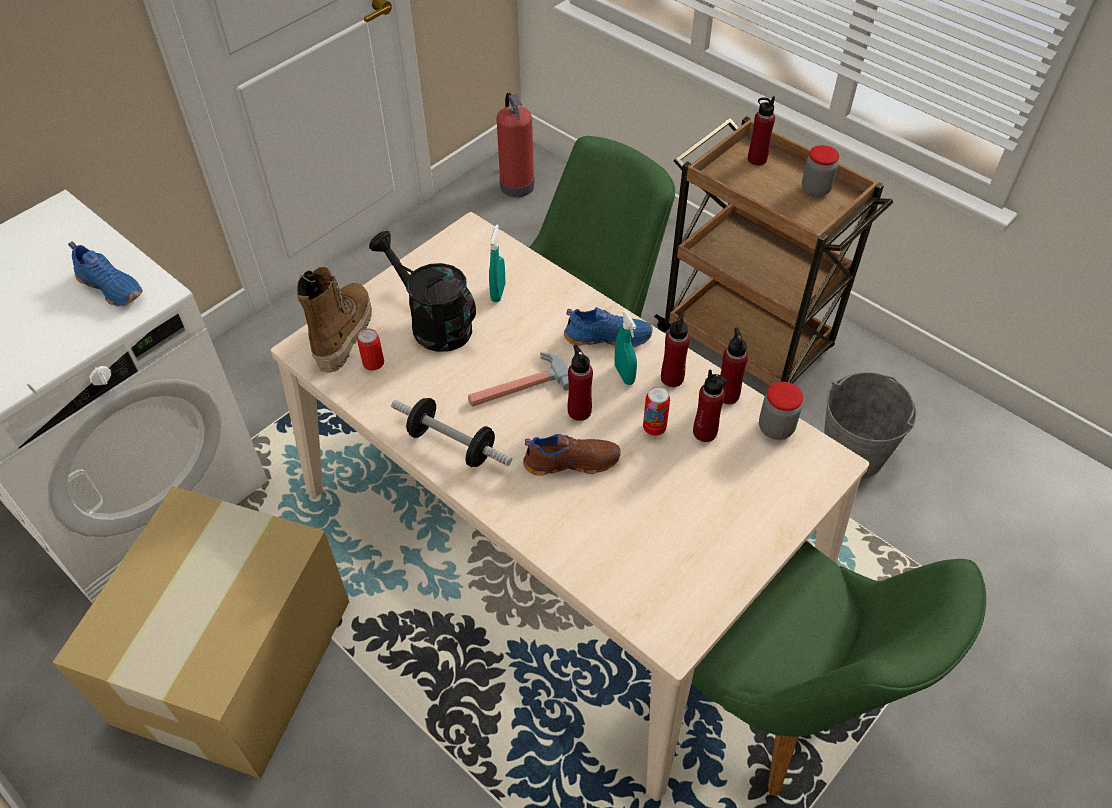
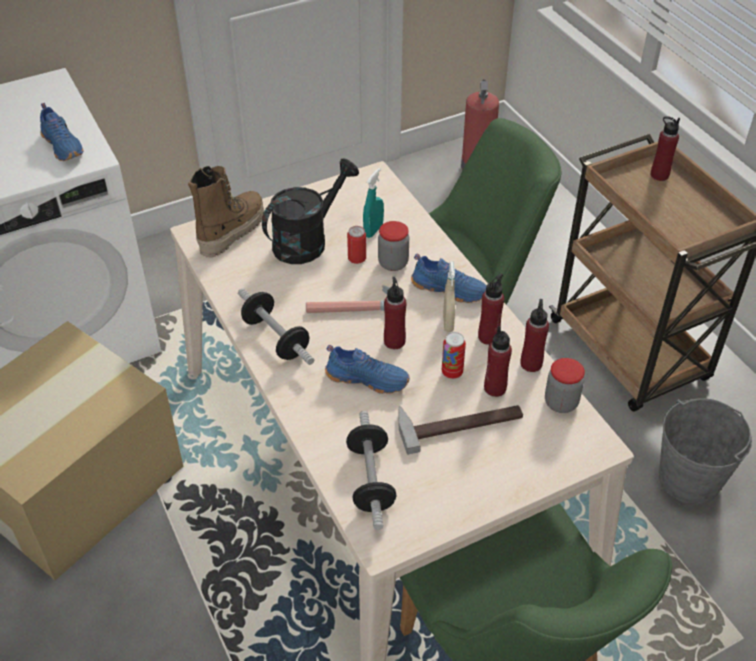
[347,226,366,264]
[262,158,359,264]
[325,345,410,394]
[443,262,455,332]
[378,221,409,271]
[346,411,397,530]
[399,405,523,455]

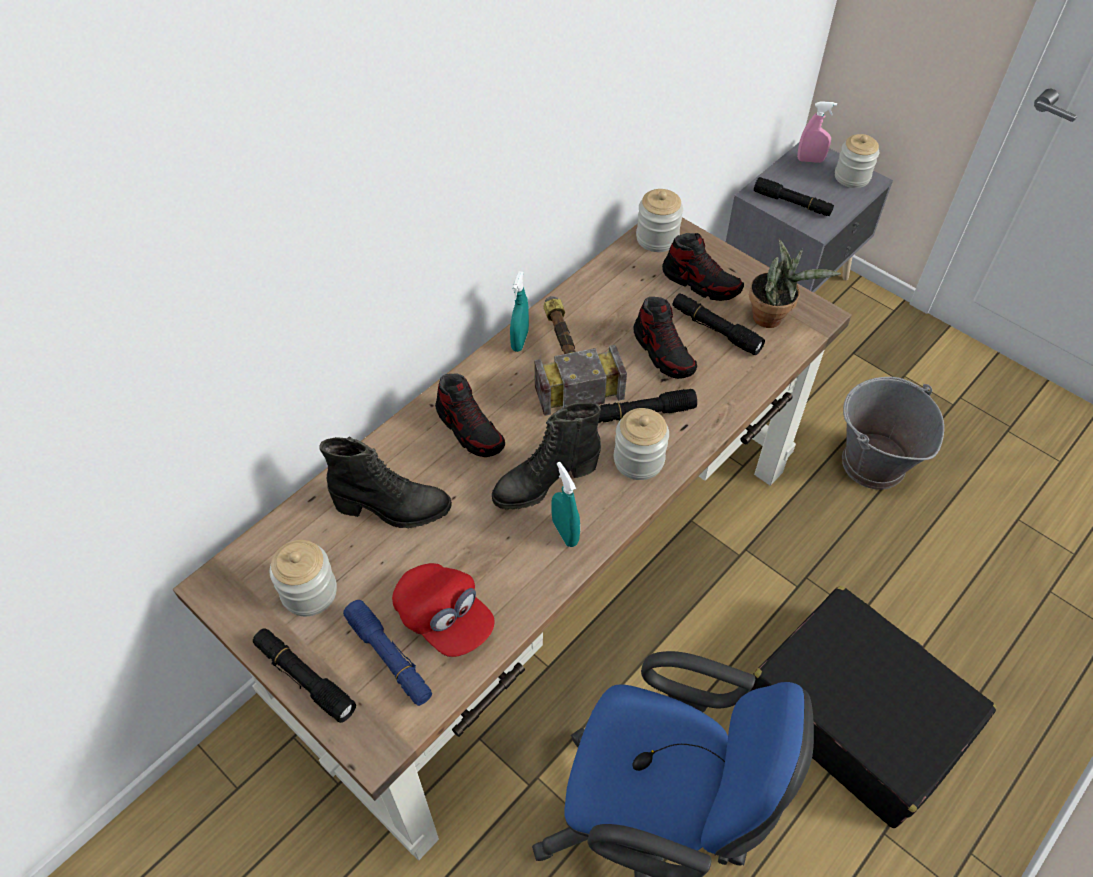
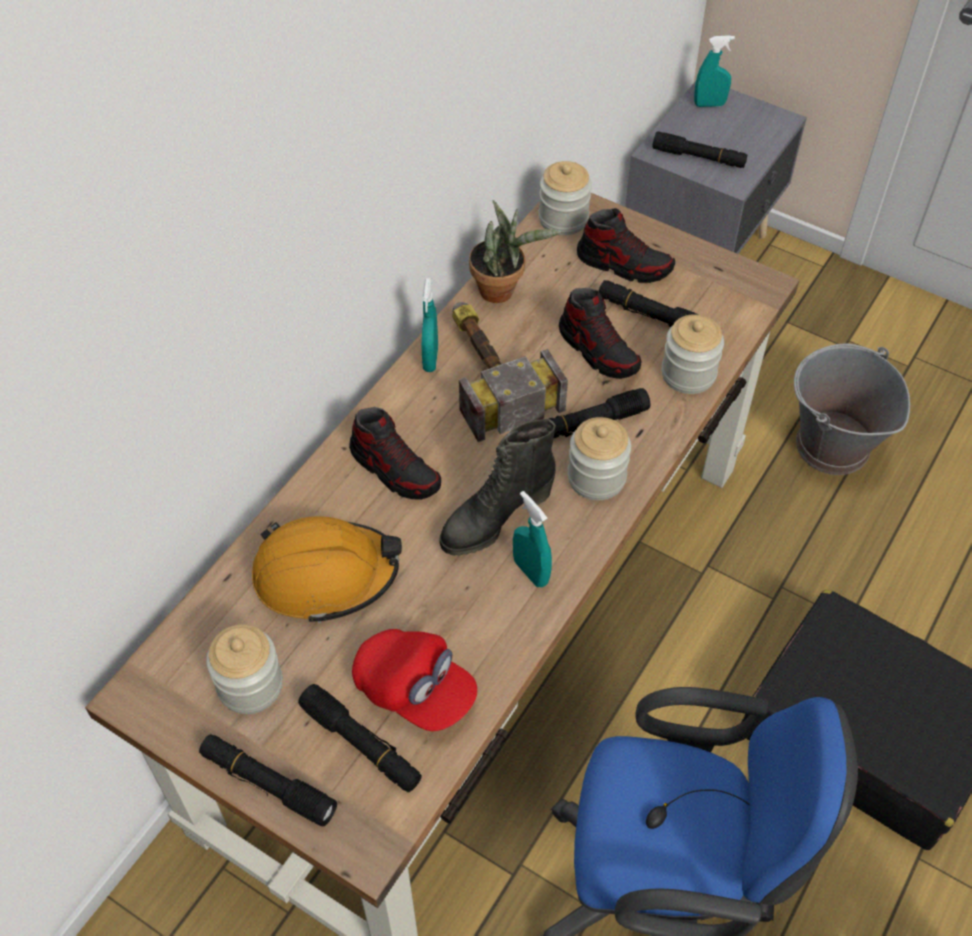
[252,516,402,623]
[298,684,422,792]
[469,200,561,303]
[694,35,735,107]
[661,314,724,394]

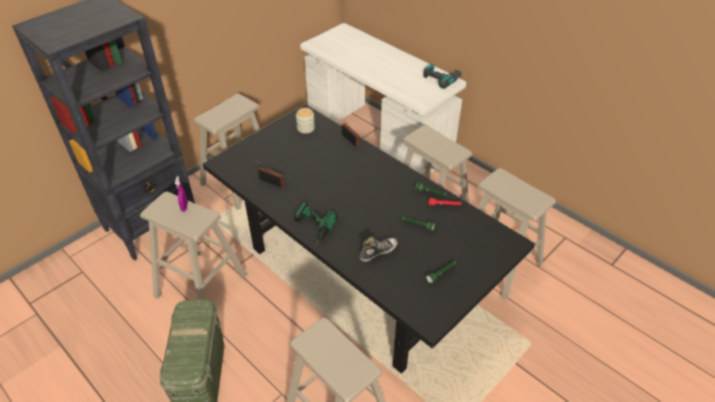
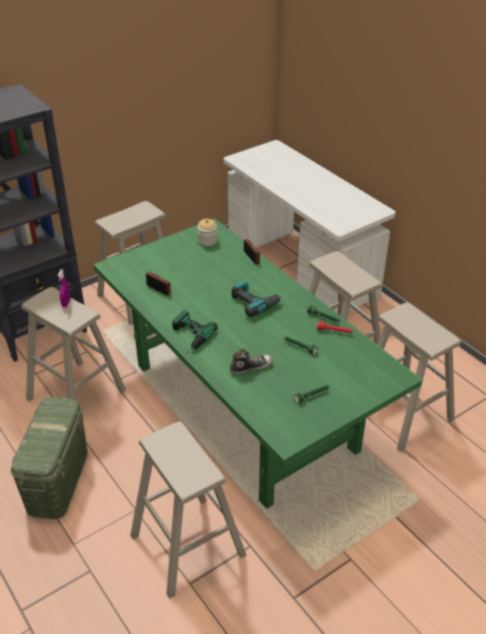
[93,219,422,509]
[232,281,282,317]

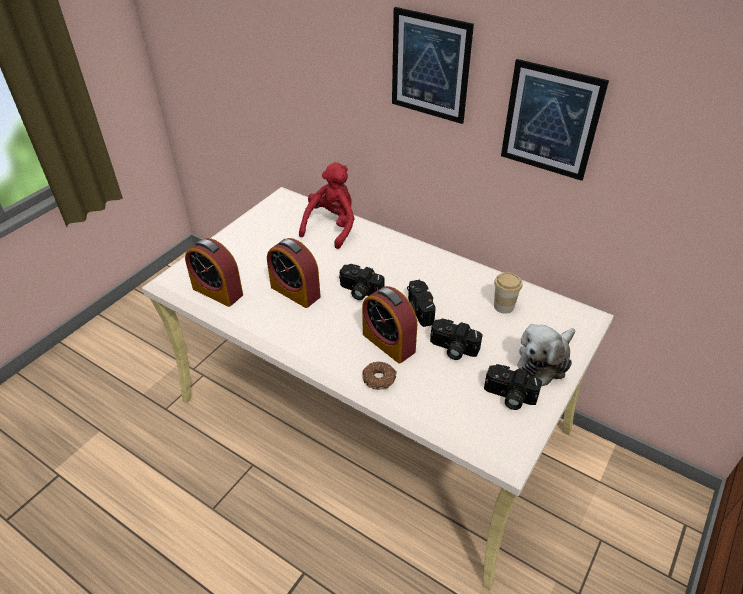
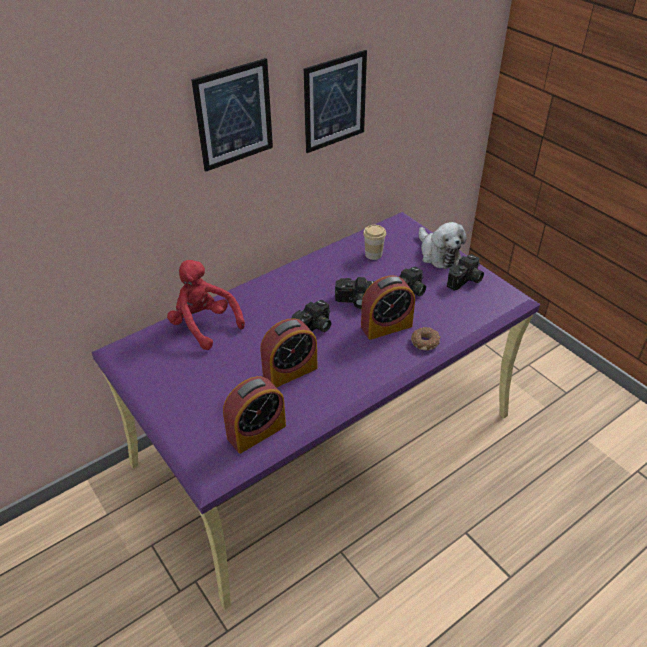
[92,212,540,610]

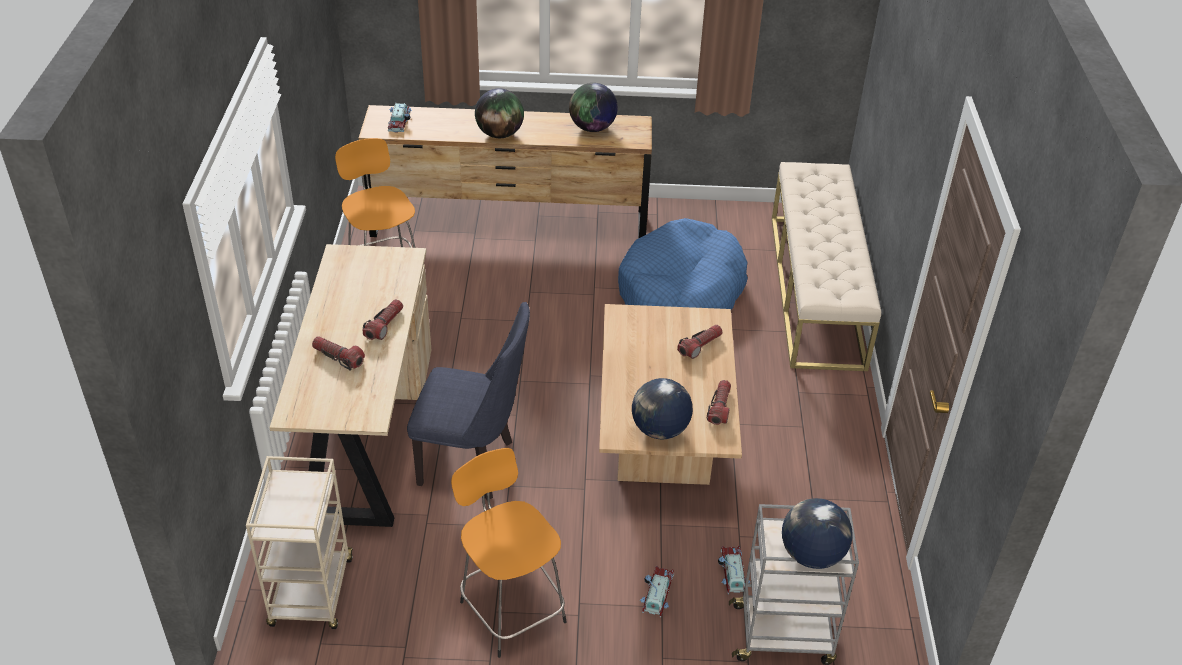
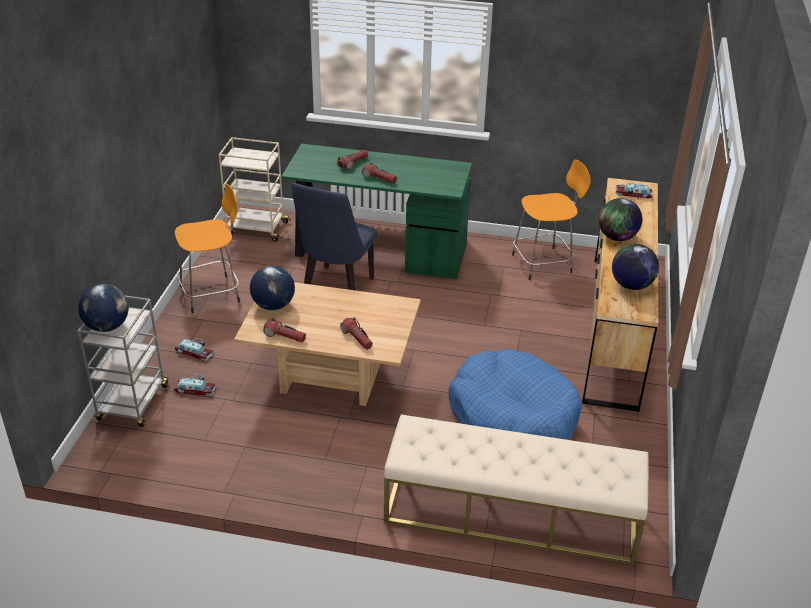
[281,144,472,279]

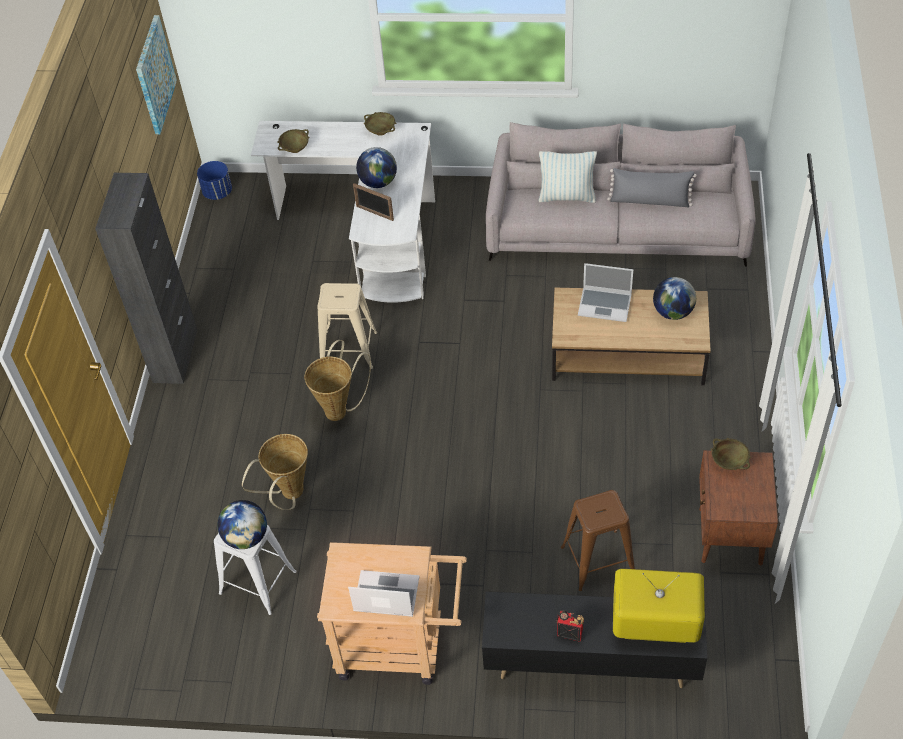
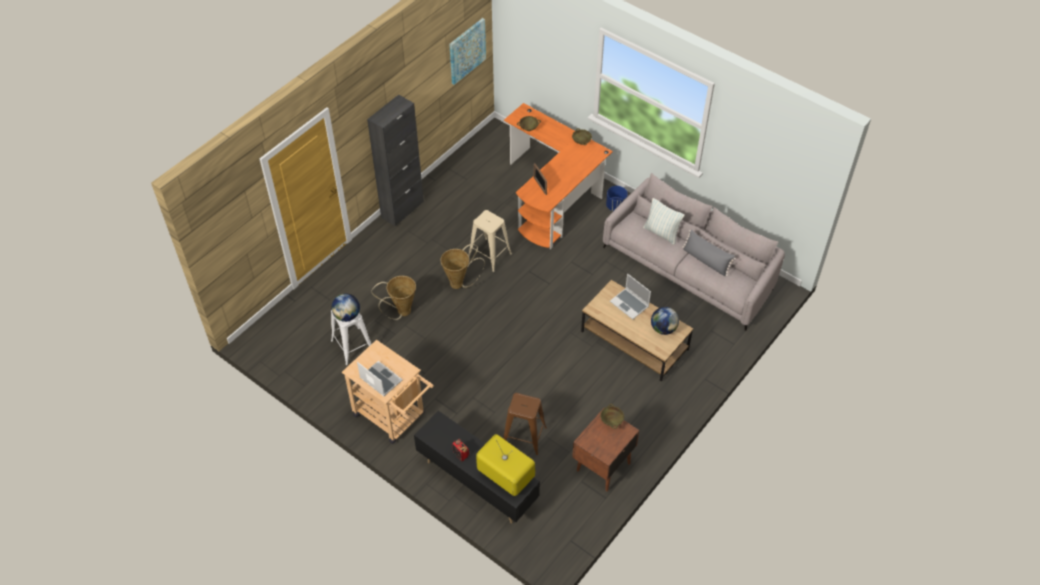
[606,186,628,211]
[504,103,613,249]
[356,147,397,188] (first image)

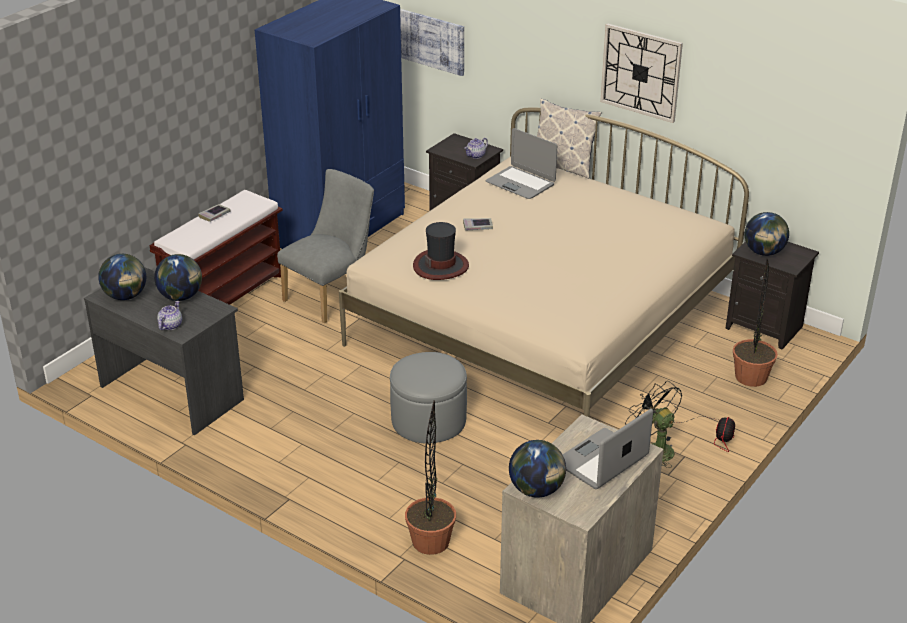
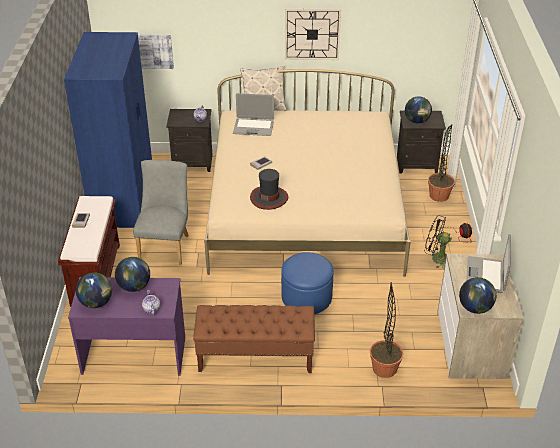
[68,277,185,376]
[281,252,334,314]
[193,305,315,373]

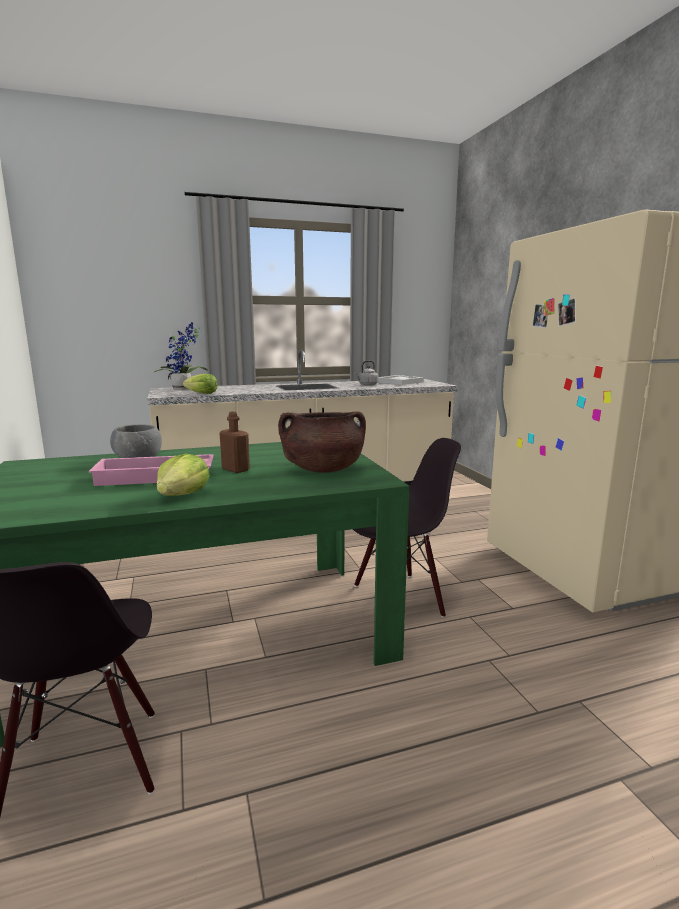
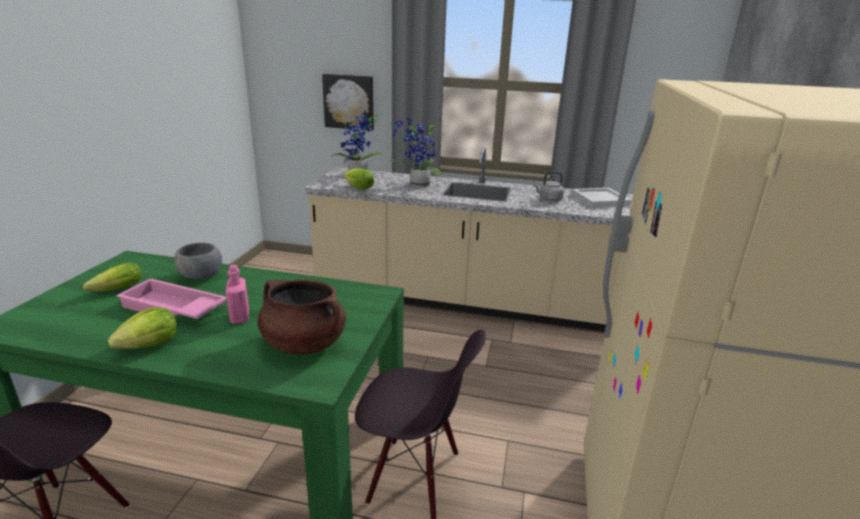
[226,265,249,324]
[83,263,142,292]
[322,74,374,131]
[389,117,441,187]

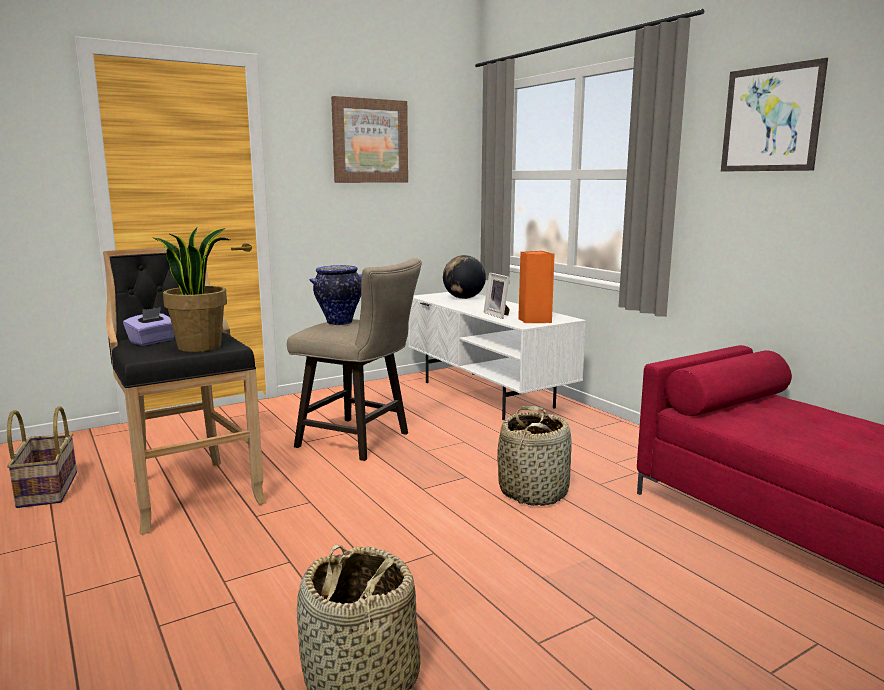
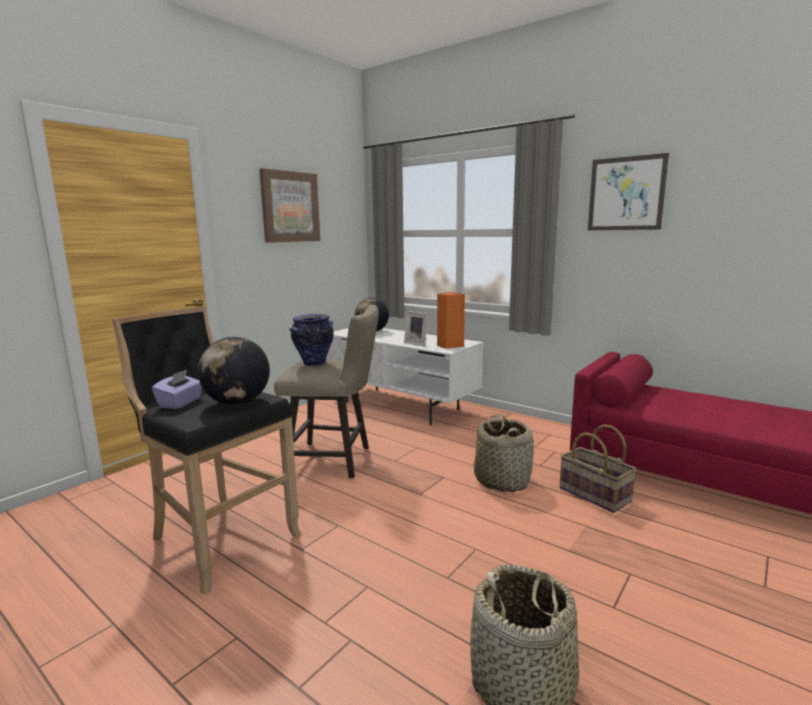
[560,424,637,513]
[198,337,270,405]

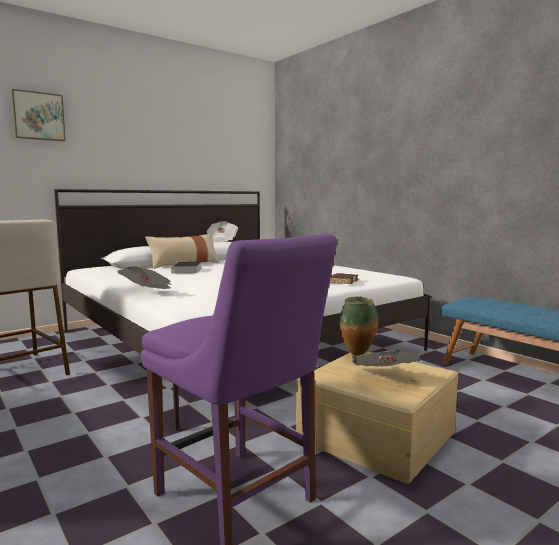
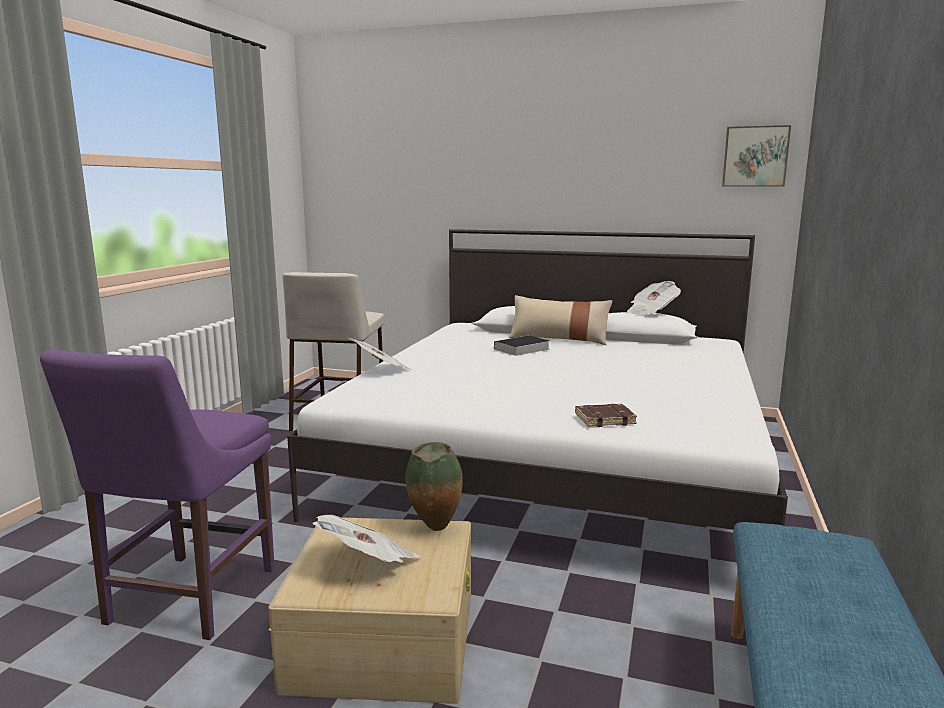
[722,125,791,187]

